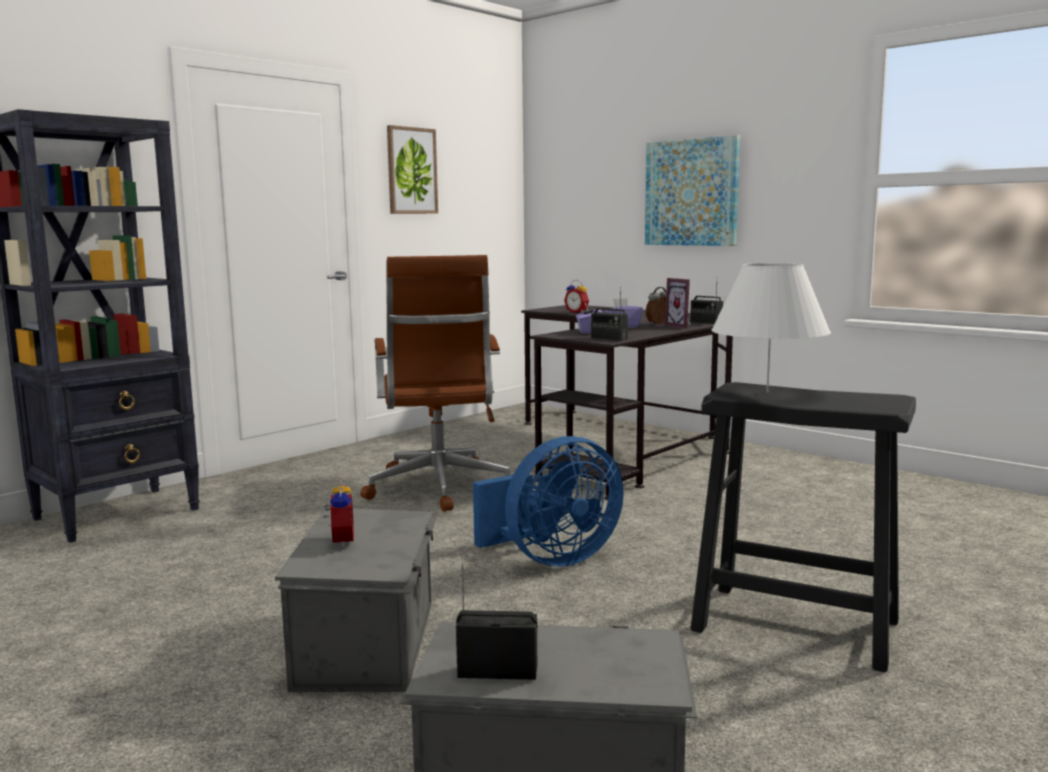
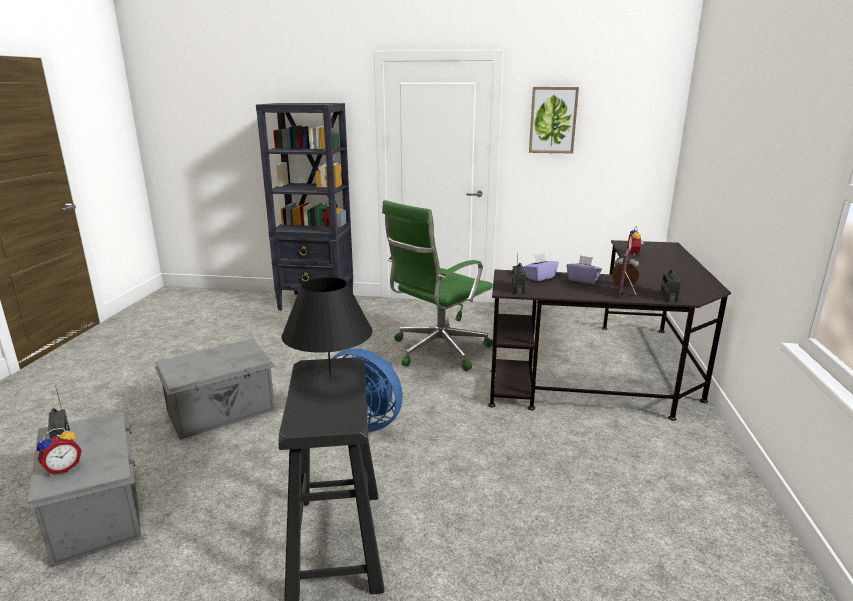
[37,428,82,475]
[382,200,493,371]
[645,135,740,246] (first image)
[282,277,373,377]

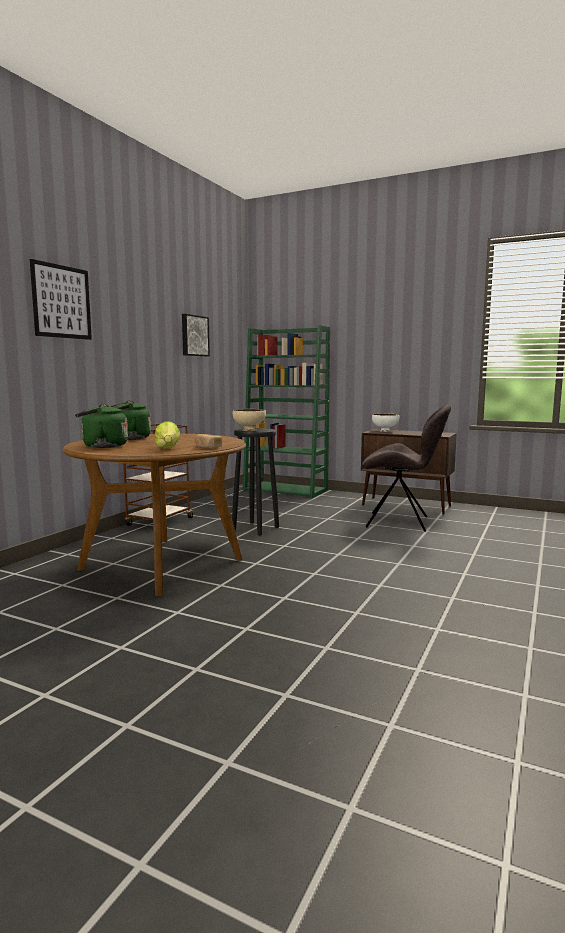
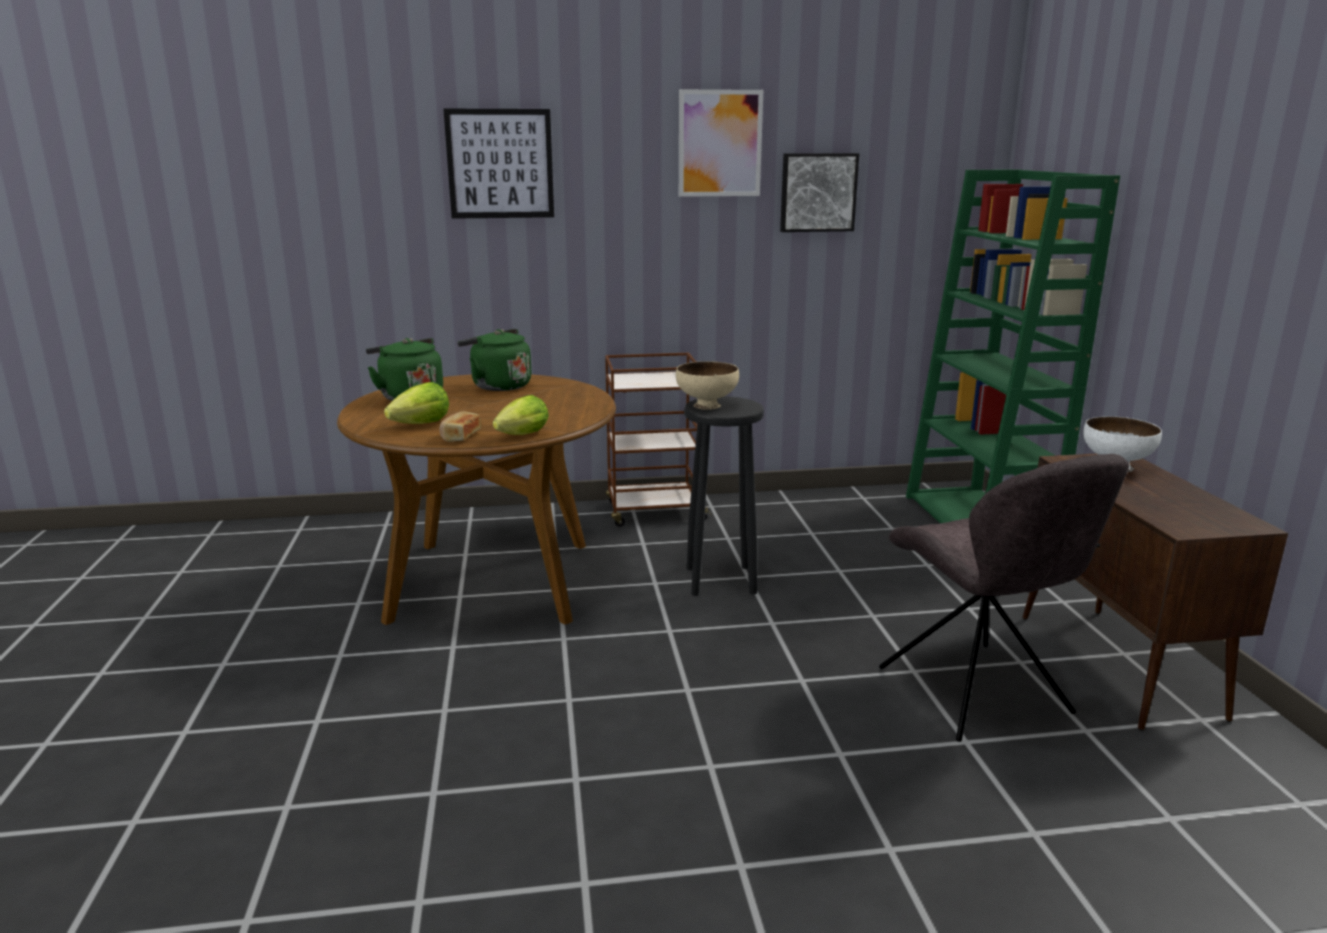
[493,395,549,435]
[679,89,763,197]

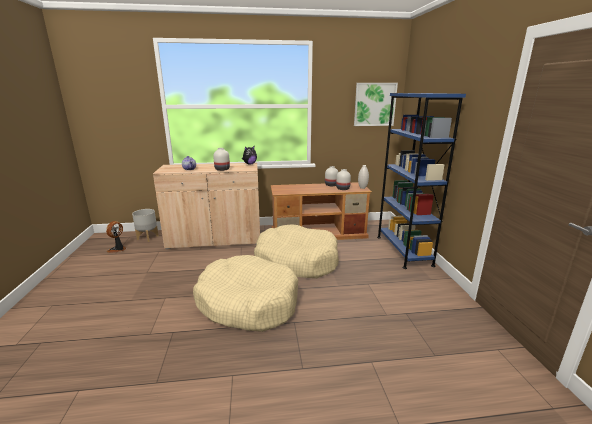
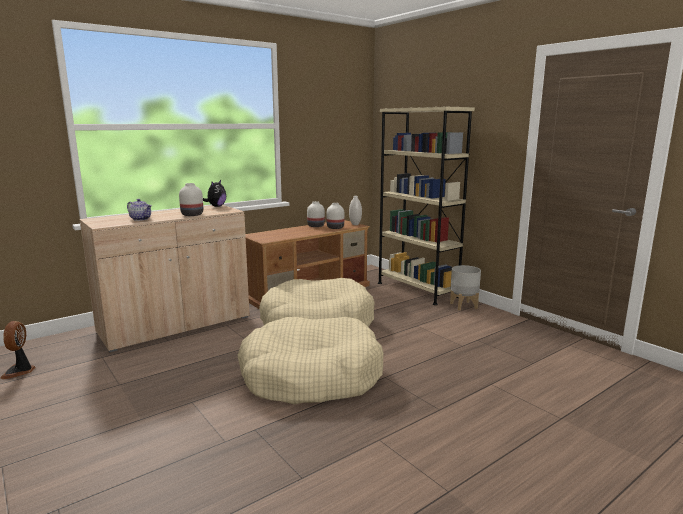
[450,265,481,311]
[354,83,398,126] (first image)
[378,107,475,305]

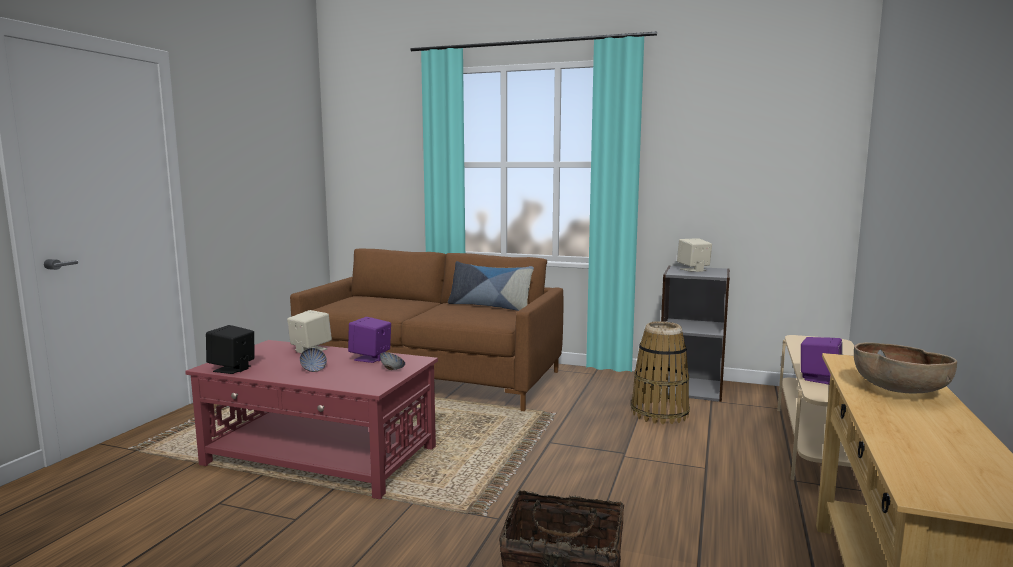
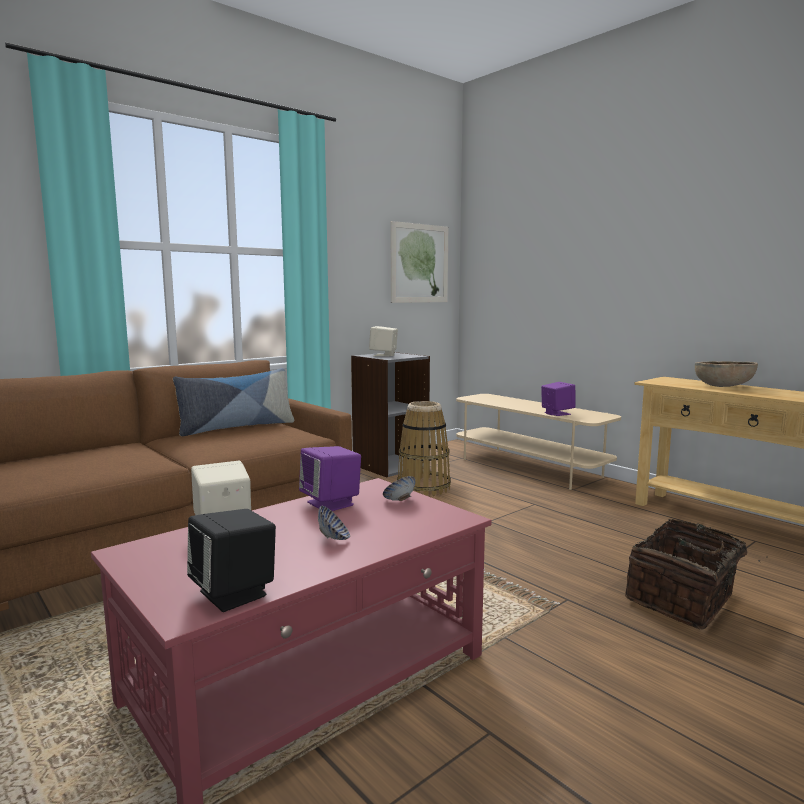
[391,221,448,303]

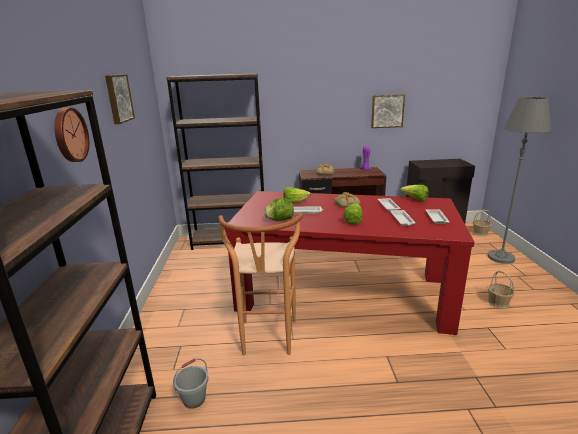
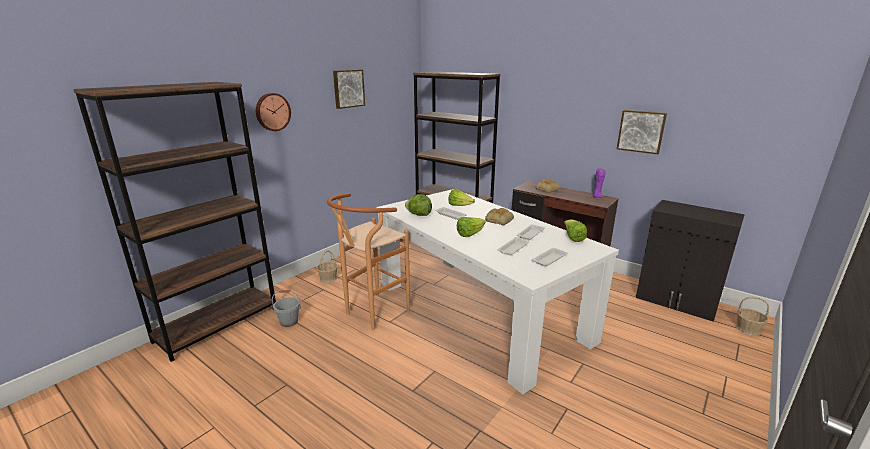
[376,190,619,394]
[488,97,551,264] (first image)
[317,250,338,283]

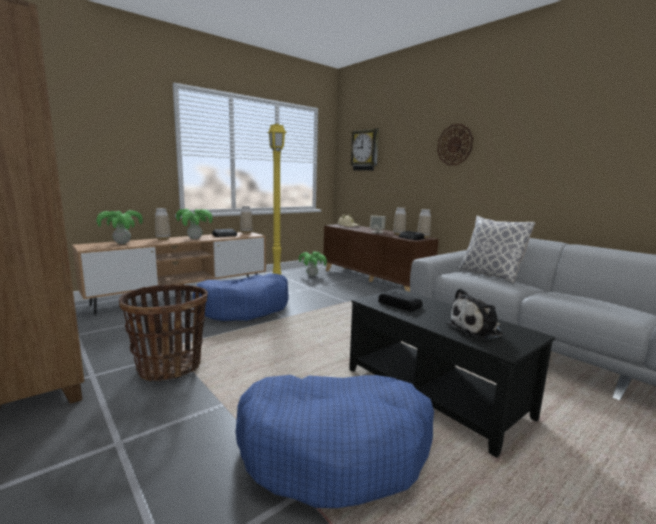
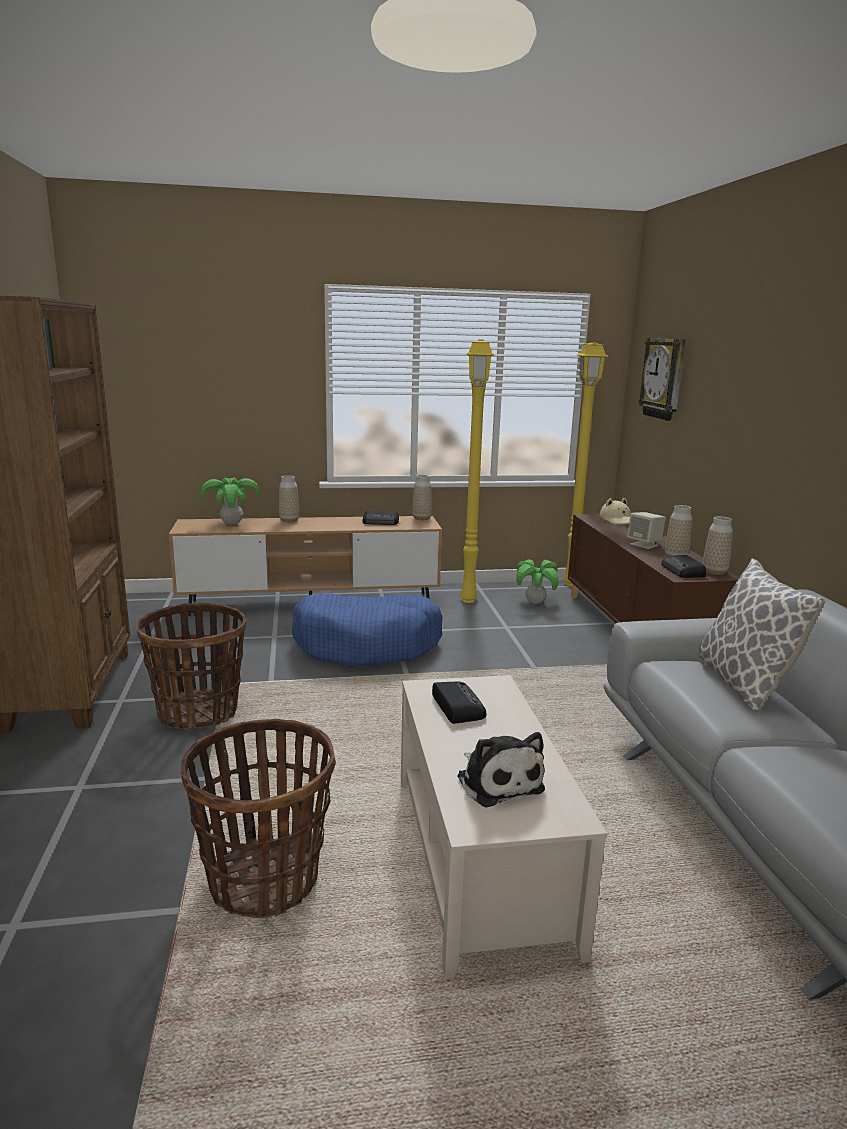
[176,209,213,239] (first image)
[181,719,336,918]
[401,675,607,979]
[437,124,473,165] (first image)
[457,732,545,808]
[563,342,608,586]

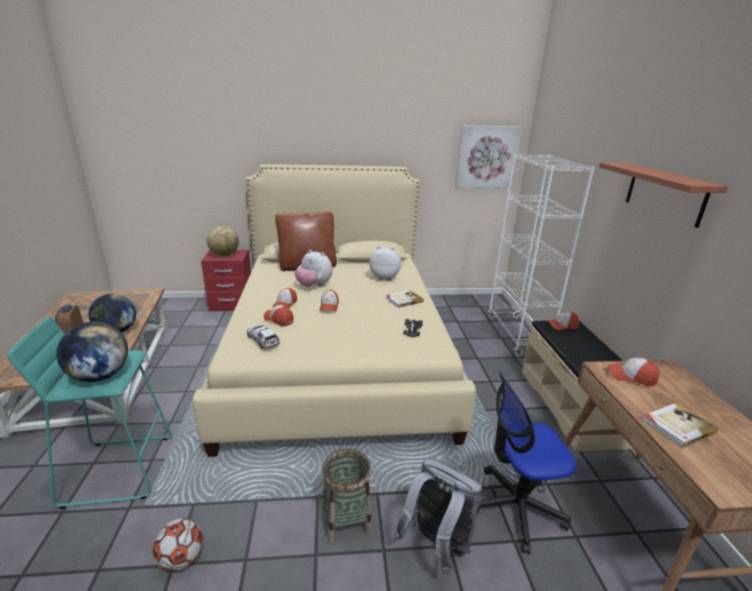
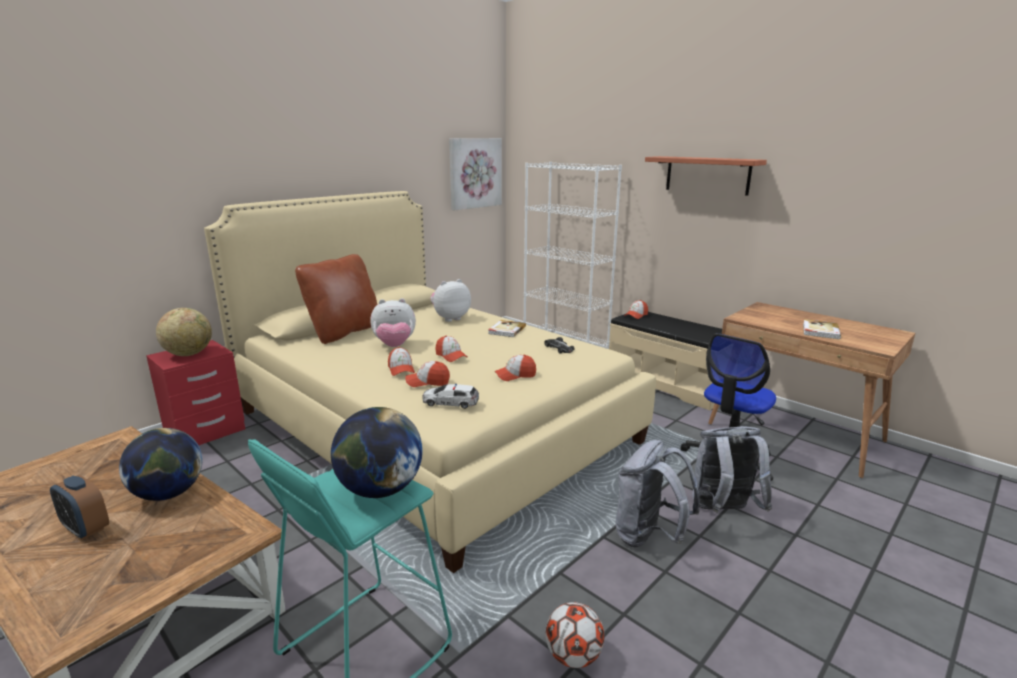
[616,440,700,547]
[494,355,536,381]

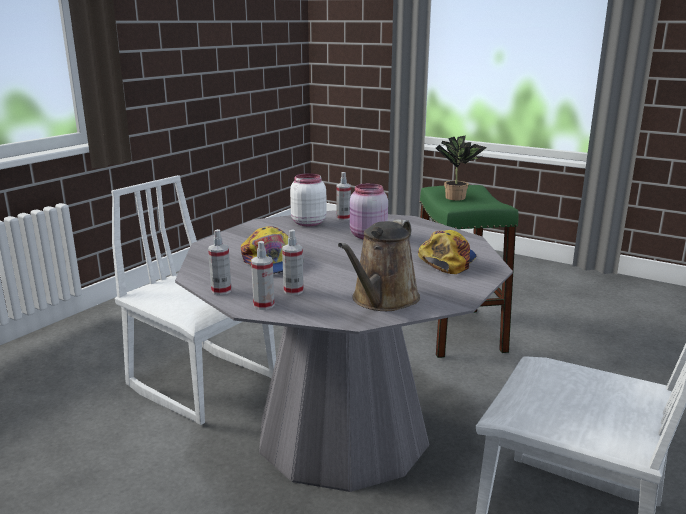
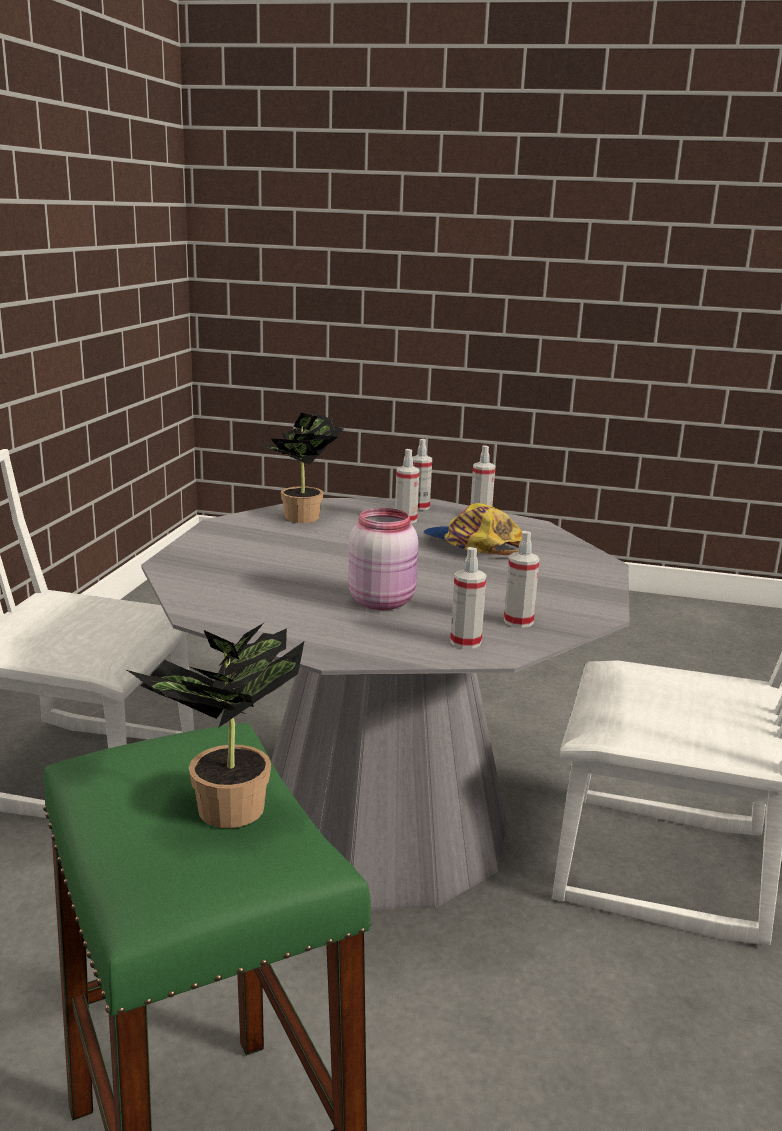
[504,531,540,628]
[261,410,343,523]
[418,230,477,274] (first image)

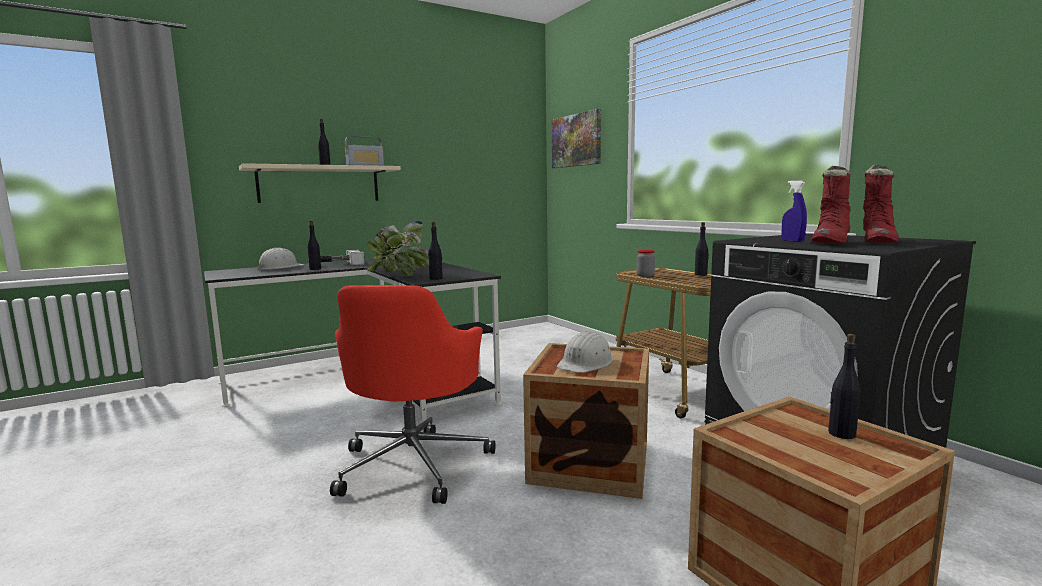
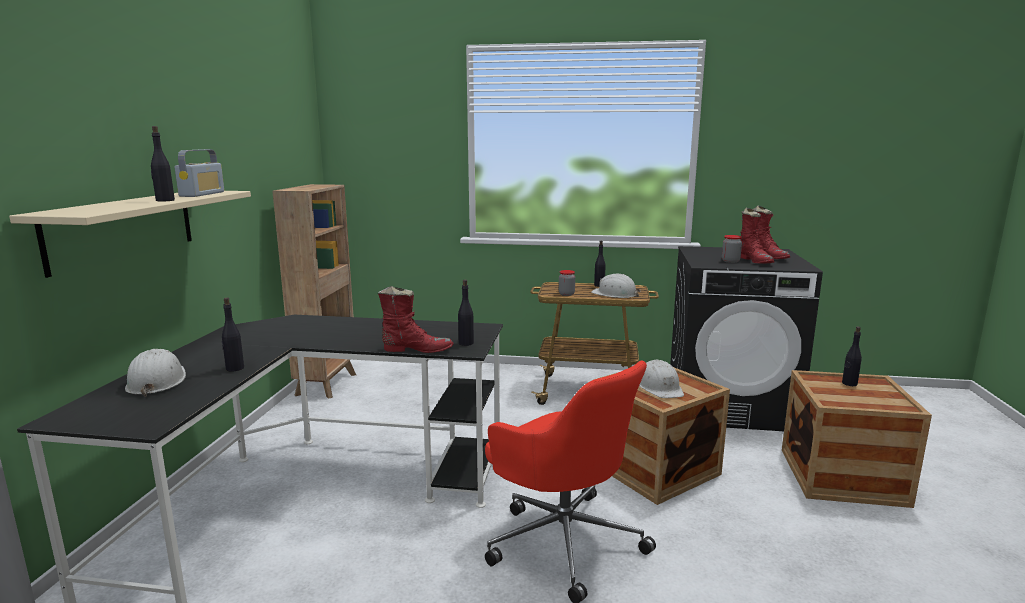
[307,250,364,265] (first image)
[378,286,454,353]
[552,109,601,168] (first image)
[722,235,742,263]
[272,184,356,399]
[591,274,641,298]

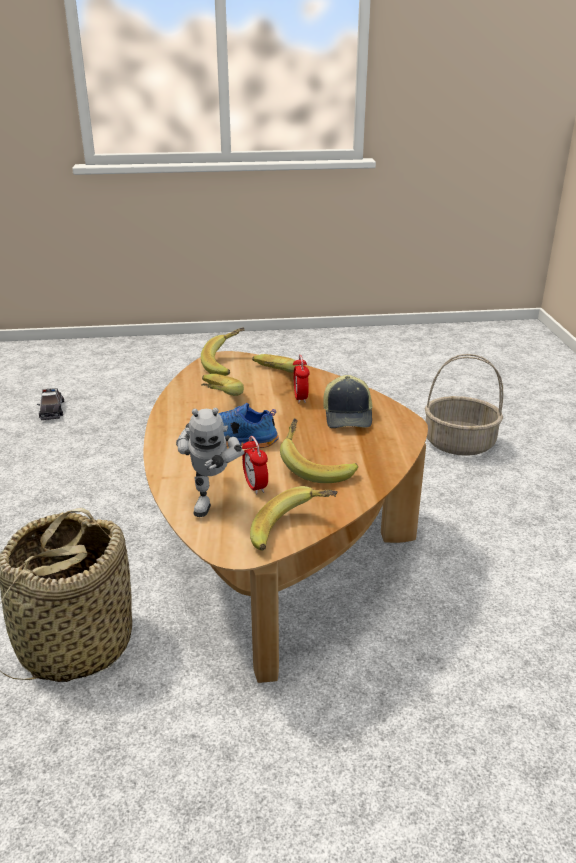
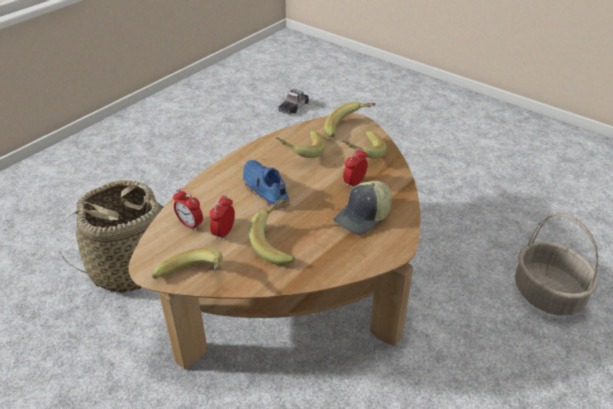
[173,188,203,231]

